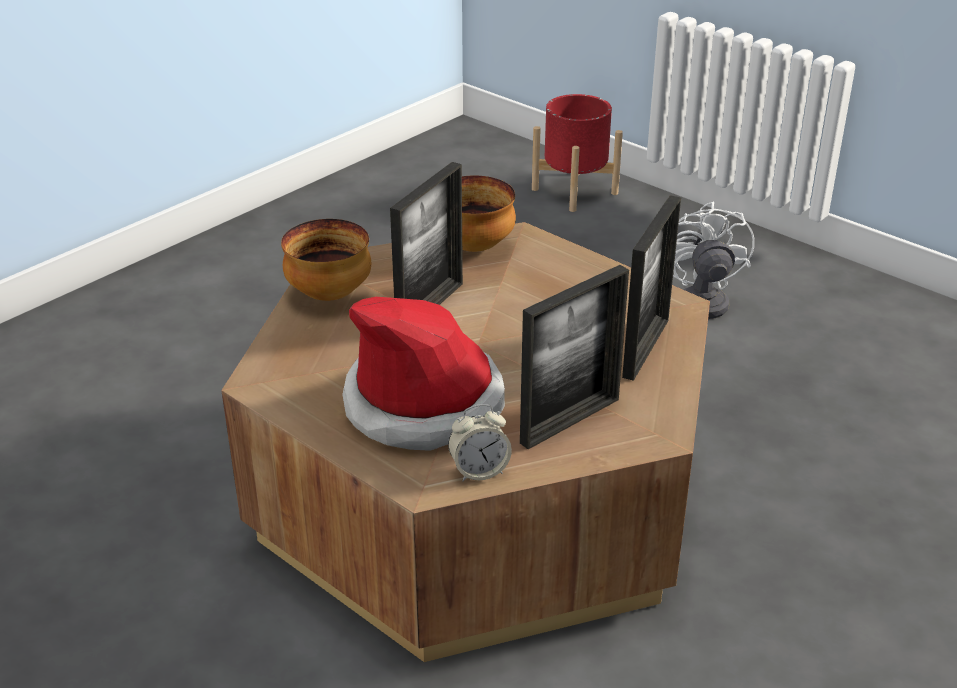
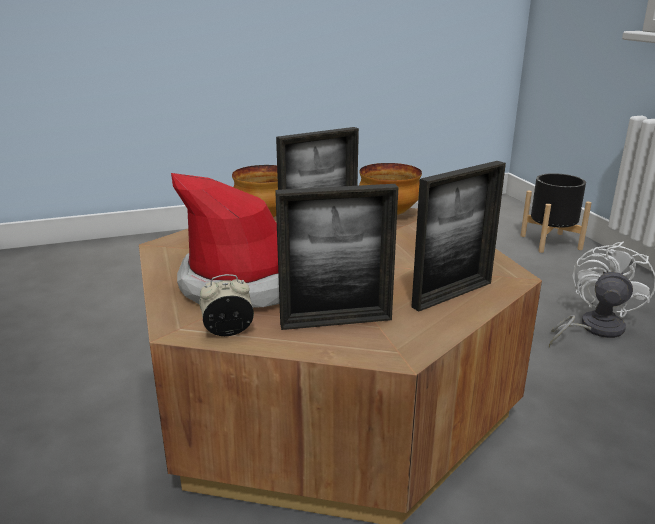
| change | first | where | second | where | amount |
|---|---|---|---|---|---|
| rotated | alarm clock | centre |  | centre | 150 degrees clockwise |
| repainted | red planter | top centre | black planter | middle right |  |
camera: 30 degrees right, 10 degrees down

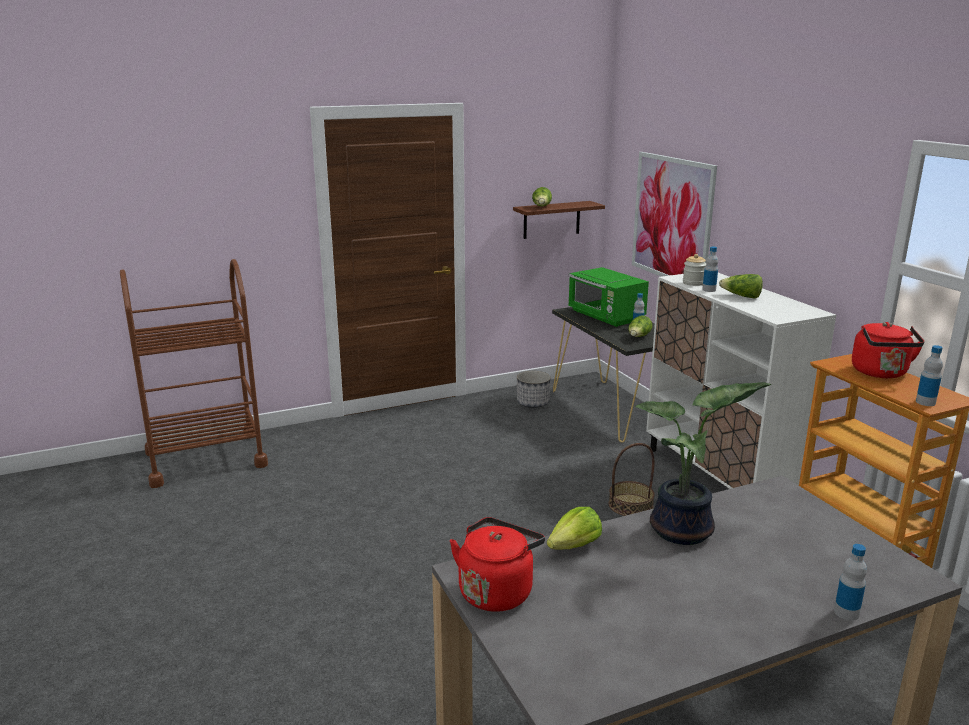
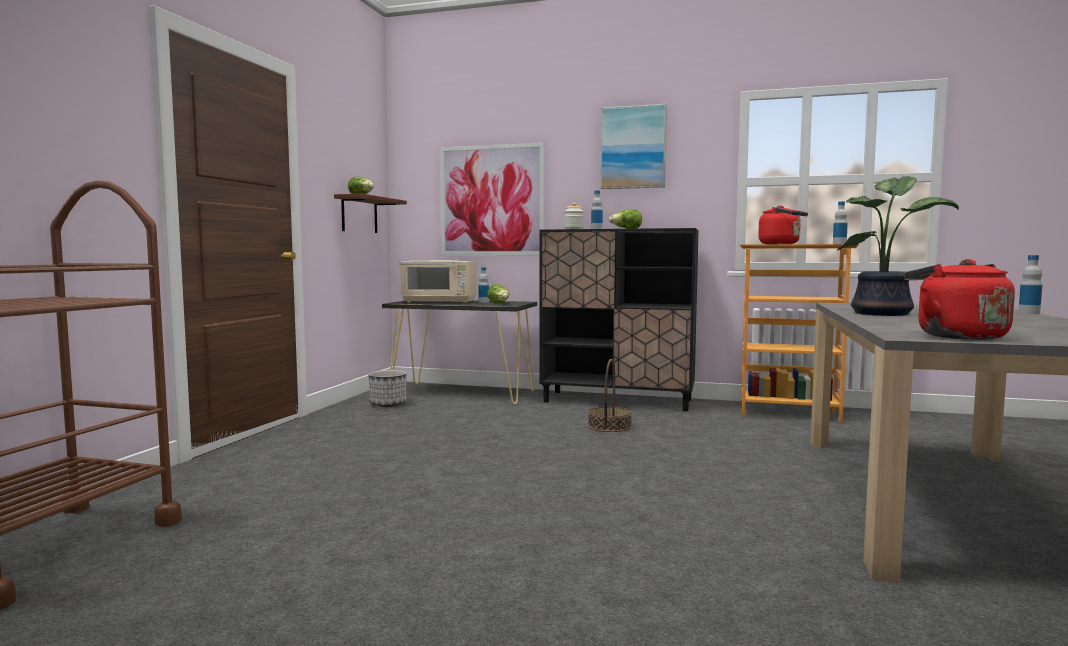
| change | first | where | second | where | amount |
|---|---|---|---|---|---|
| repainted | green microwave | centre | beige microwave | centre |  |
| repainted | white cabinet | middle right | black cabinet | centre |  |
| new |  |  | picture (no. 2 from left) | top centre |  |
| gone | lettuce (no. 2 from left) | bottom centre |  |  |  |
camera: 50 degrees left, 15 degrees down

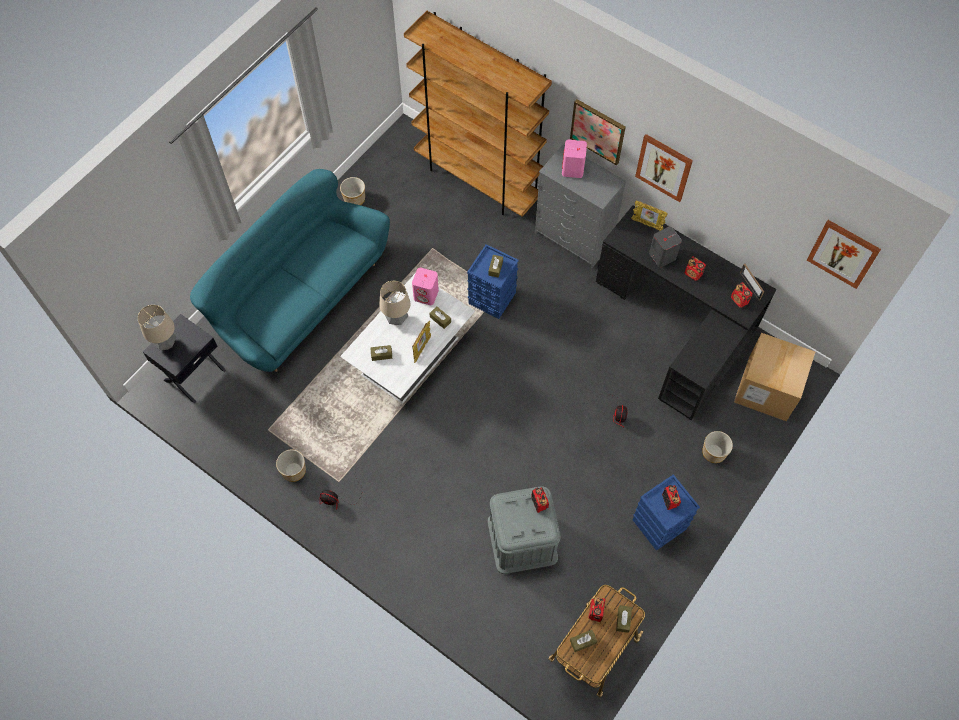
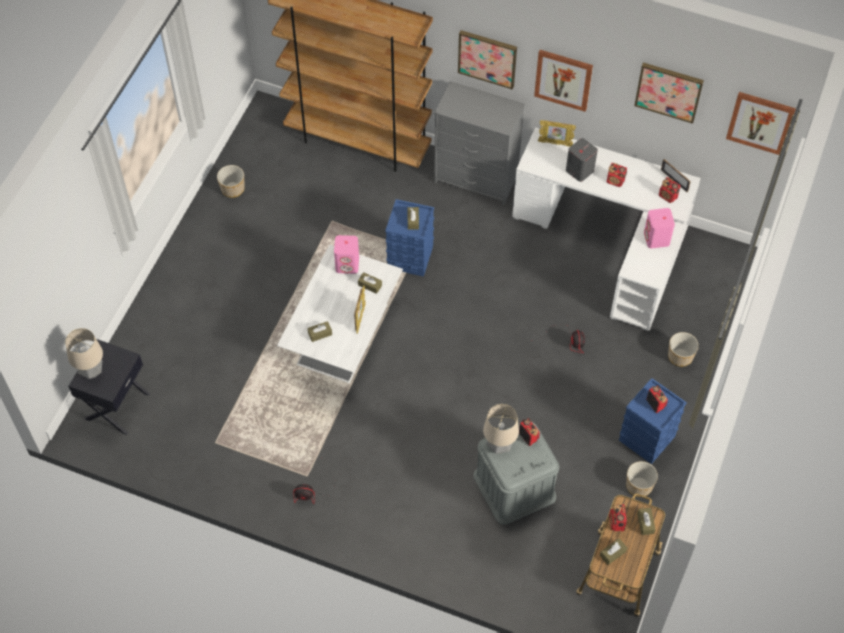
| change | first | where | second | where | amount |
|---|---|---|---|---|---|
| shifted | table lamp (no. 2 from left) | centre |  | bottom centre |  |
| repainted | black desk | middle right | white desk | middle right |  |
| shifted | planter (no. 1 from left in the first image) | middle left | planter (no. 2 from left) | bottom right |  |
| new |  |  | picture (no. 3 from left) | top right |  |
| shifted | pink speaker (no. 2 from left) | top centre |  | middle right |  |
| gone | turquoise sofa | middle left |  |  |  |
| gone | cardboard box | middle right |  |  |  |
camera: 15 degrees left, 5 degrees down

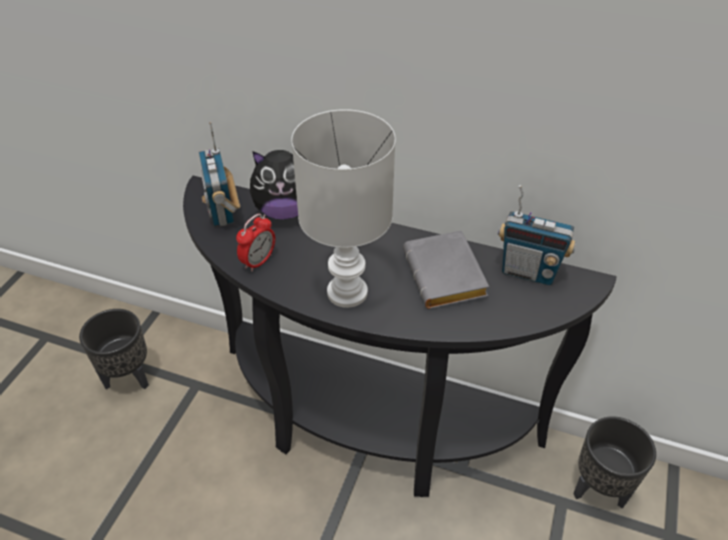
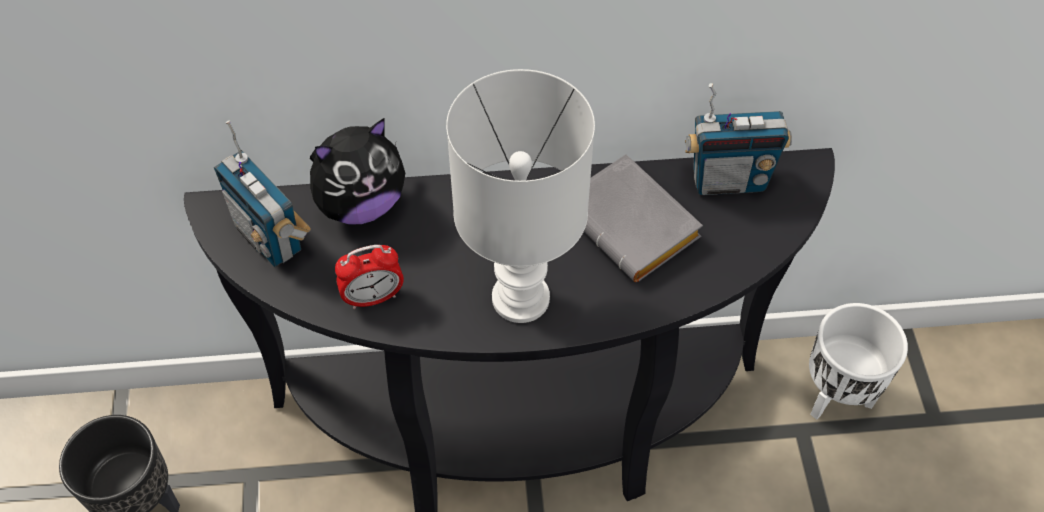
| change | first | where | second | where | amount |
|---|---|---|---|---|---|
| rotated | alarm clock | centre |  | centre | 60 degrees clockwise |
| repainted | black planter (no. 2 from left) | bottom right | white planter | bottom right |  |
camera: 25 degrees left, 10 degrees up

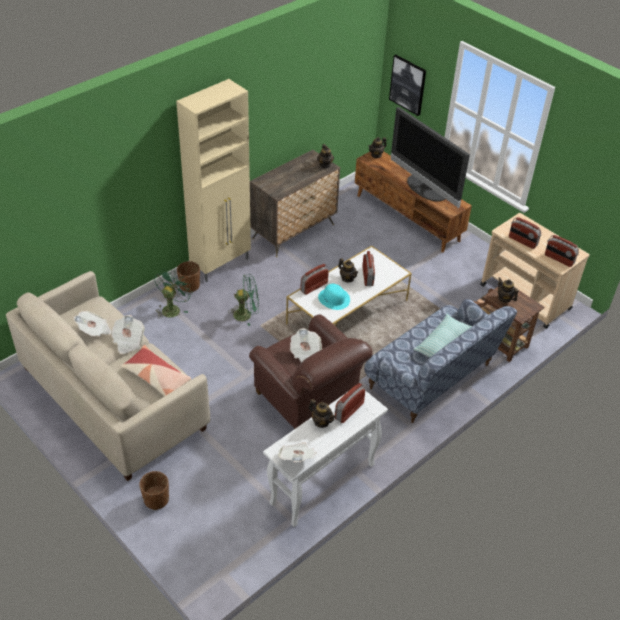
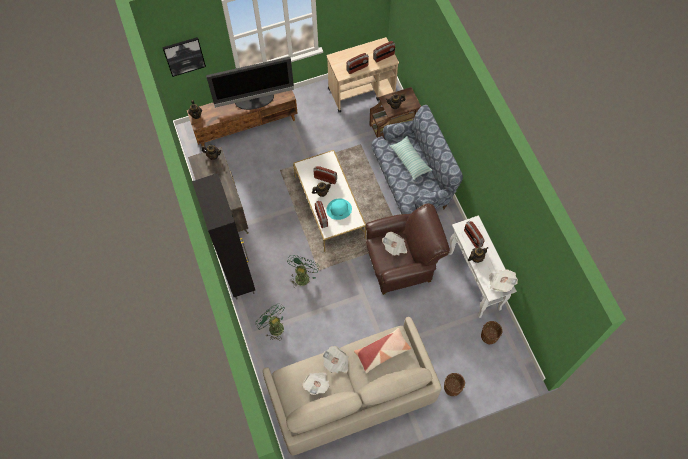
| change | first | where | second | where | amount |
|---|---|---|---|---|---|
| repainted | beige cabinet | top centre | black cabinet | middle left |  |
| shifted | brown planter (no. 2 from left) | middle left |  | bottom right |  |
camera: 65 degrees left, 20 degrees up

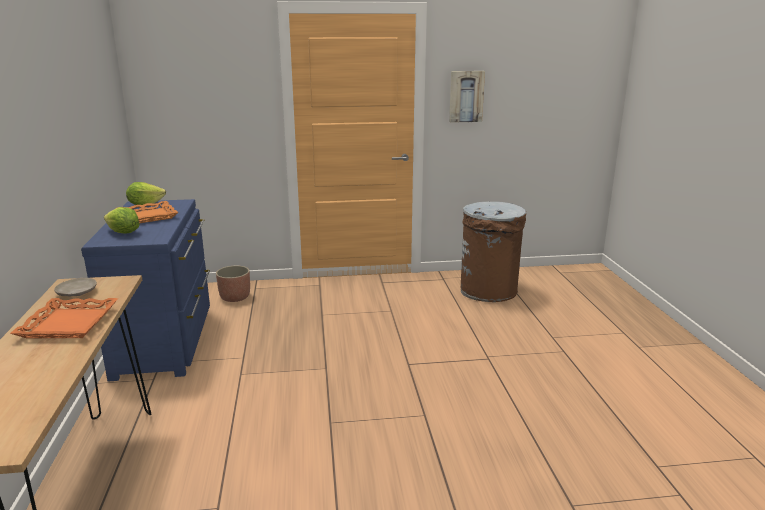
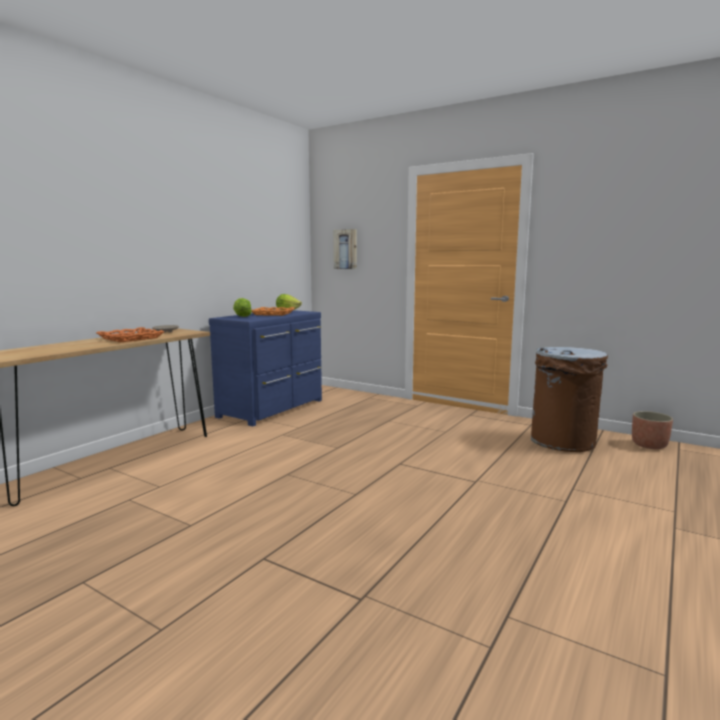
| change | first | where | second | where | amount |
|---|---|---|---|---|---|
| shifted | picture | top centre |  | centre |  |
| shifted | planter | middle left |  | middle right |  |
camera: 40 degrees right, 10 degrees down

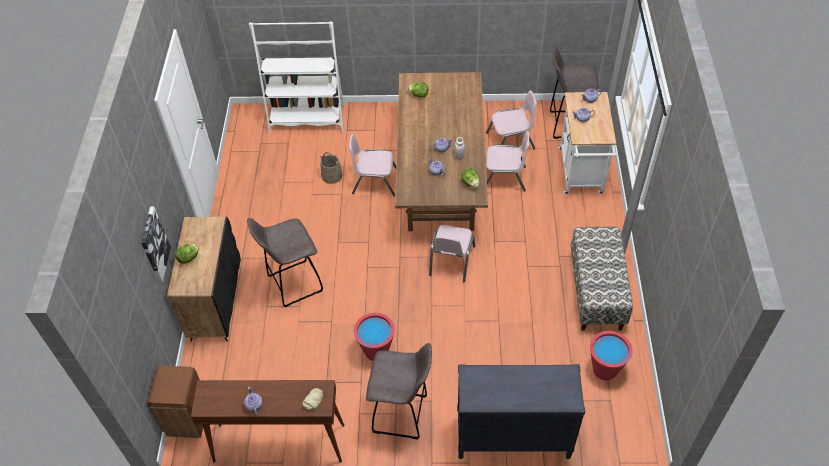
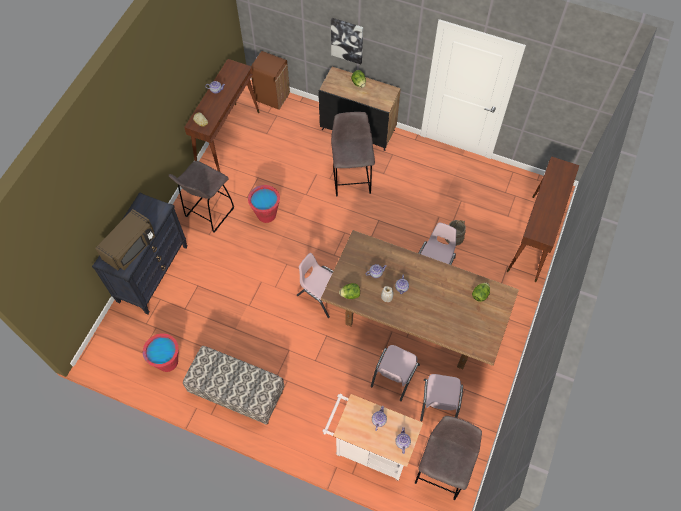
| change | first | where | second | where | amount |
|---|---|---|---|---|---|
| new |  |  | brown microwave | middle left |  |
| swapped | white bookcase | top centre | brown console table (no. 2 from left) | middle right |  |
camera: 110 degrees right, 10 degrees up

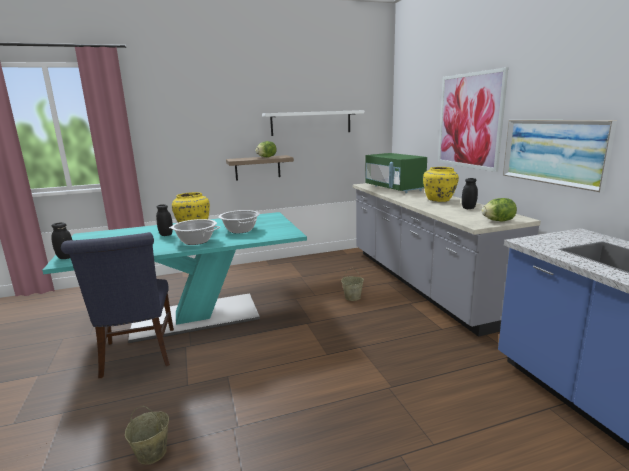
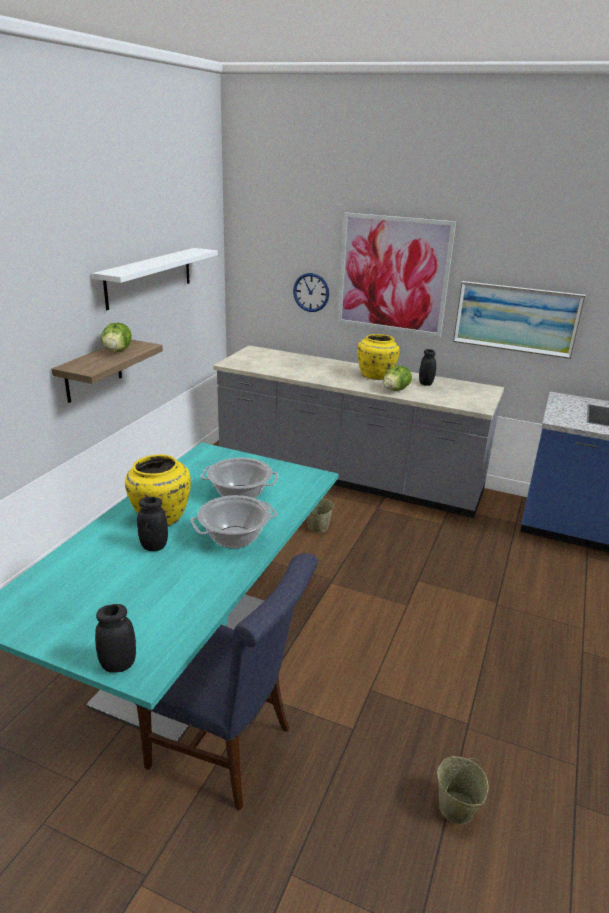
| change | first | where | second | where | amount |
|---|---|---|---|---|---|
| new |  |  | wall clock | top centre |  |
| shifted | lettuce (no. 2 from left) | middle right |  | centre |  |
| gone | green microwave | centre |  |  |  |
camera: 50 degrees left, 10 degrees up

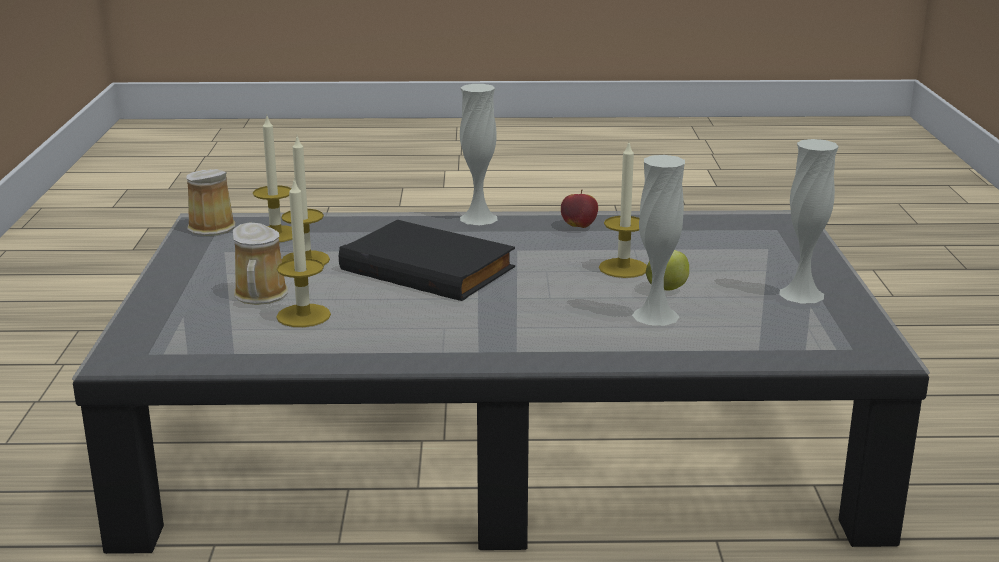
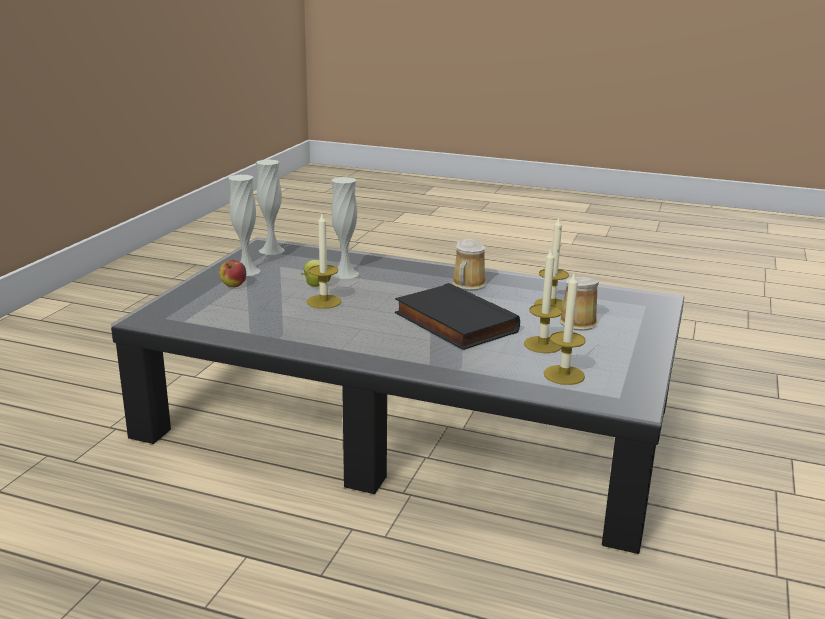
| change | first | where | second | where | amount |
|---|---|---|---|---|---|
| shifted | apple (no. 1 from left) | centre |  | middle left |  |
| shifted | white vase (no. 1 from left in the first image) | top centre | white vase (no. 2 from left) | middle left |  |
| shifted | mug (no. 1 from left) | middle left |  | centre |  |
camera: 160 degrees left, 0 degrees up

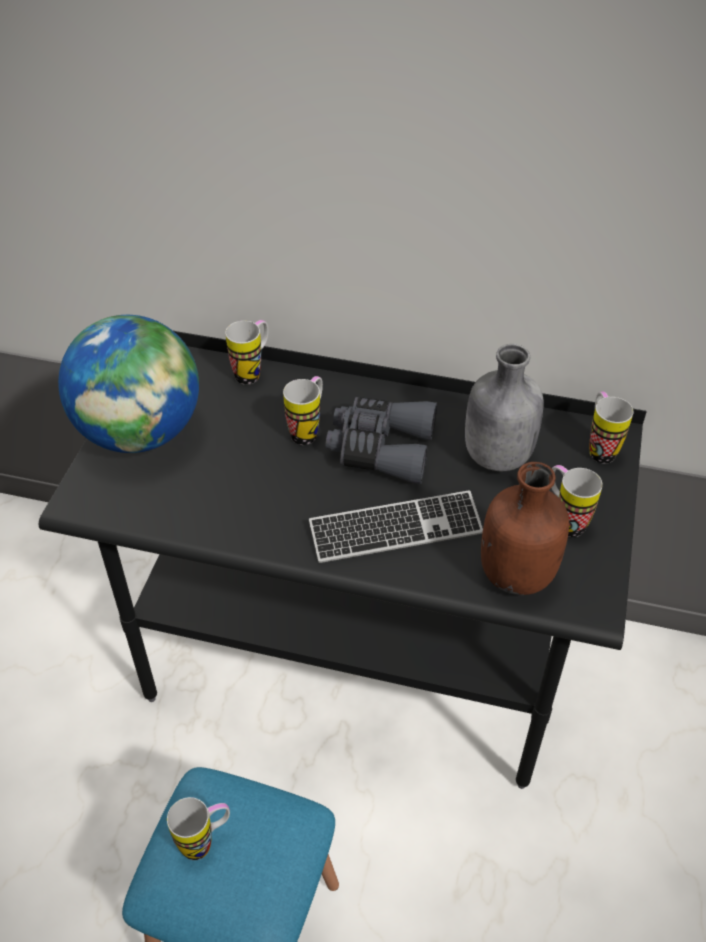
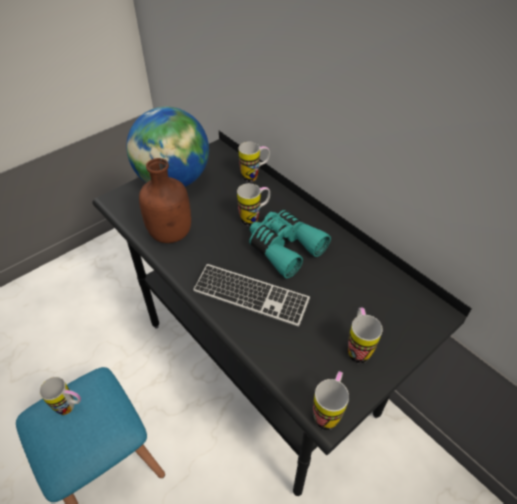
| change | first | where | second | where | amount |
|---|---|---|---|---|---|
| shifted | brown bottle | middle right |  | middle left |  |
| repainted | grey binoculars | centre | turquoise binoculars | centre |  |
| shifted | mug (no. 5 from left in the first image) | middle right | mug (no. 4 from left) | bottom centre |  |
| gone | grey bottle | middle right |  |  |  |
camera: 35 degrees right, 0 degrees up

